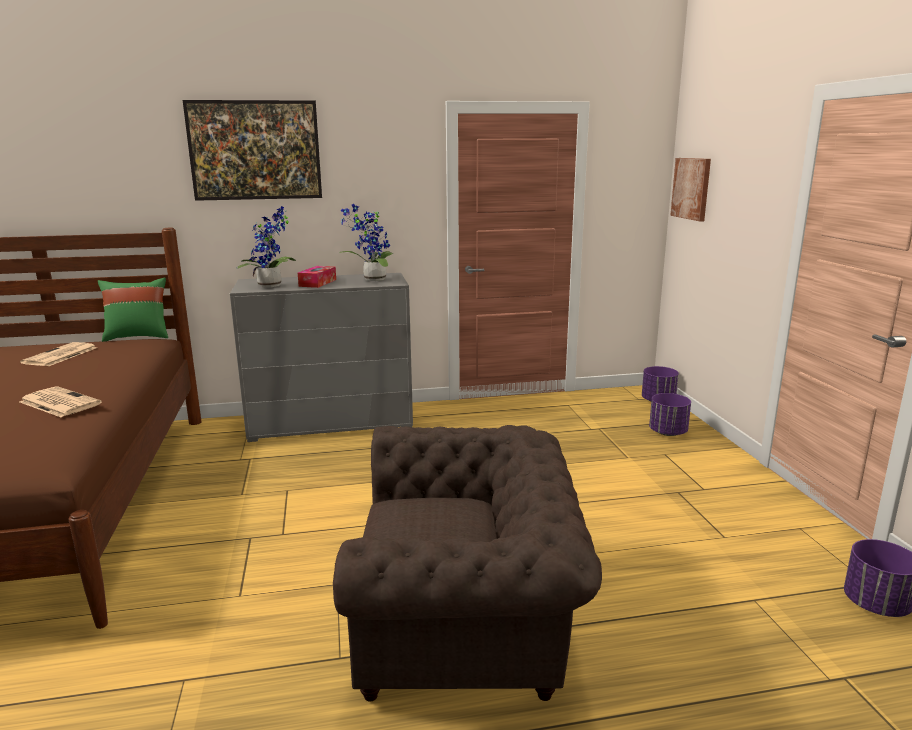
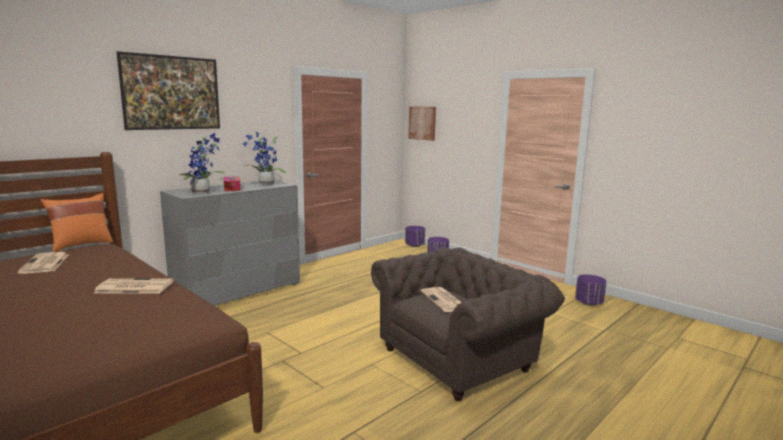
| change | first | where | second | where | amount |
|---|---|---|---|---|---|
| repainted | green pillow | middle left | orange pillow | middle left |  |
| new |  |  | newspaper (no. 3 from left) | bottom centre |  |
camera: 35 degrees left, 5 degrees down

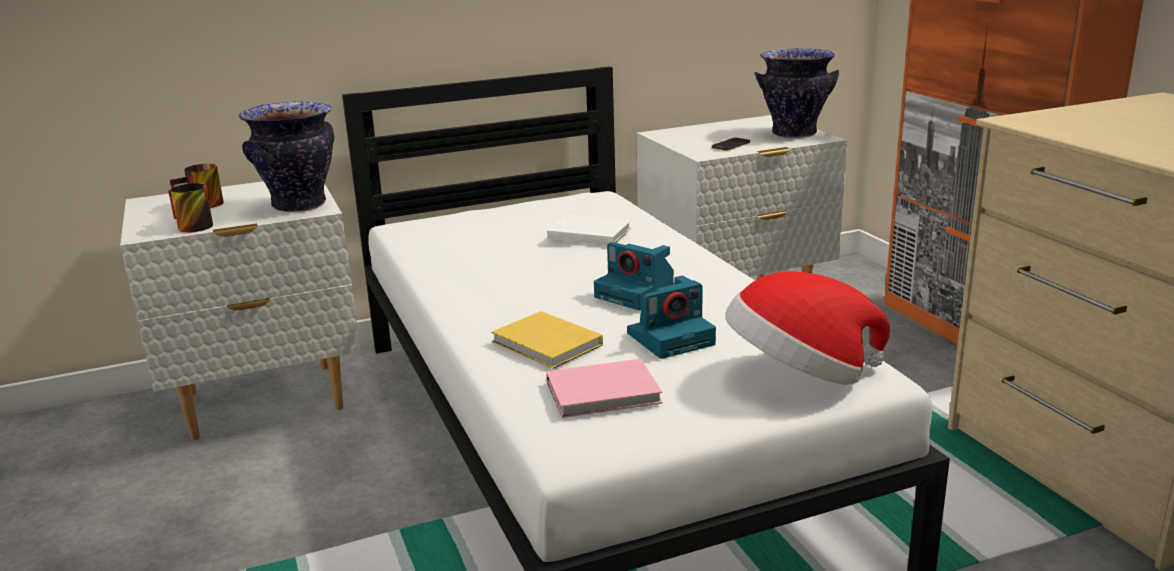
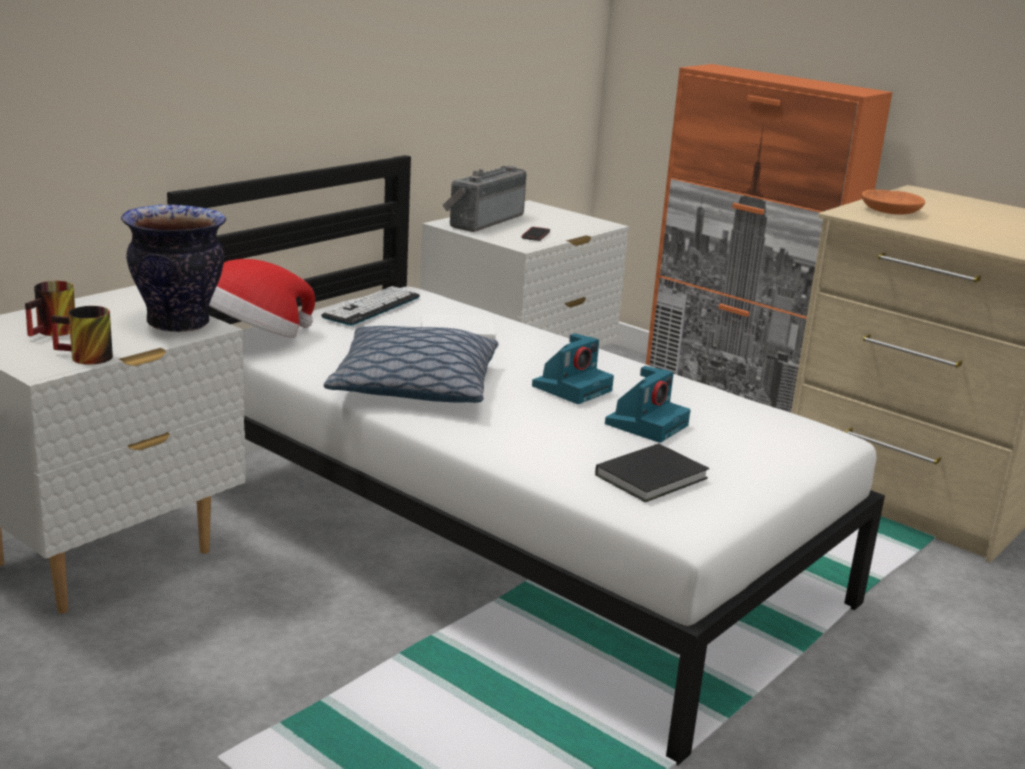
| change | first | where | second | where | amount |
|---|---|---|---|---|---|
| shifted | hat | middle right |  | middle left |  |
| new |  |  | keyboard | centre |  |
| new |  |  | pillow | centre |  |
| new |  |  | radio | top centre |  |
| rotated | photo camera (no. 1 from left) | centre |  | centre | 60 degrees counterclockwise |
| repainted | pink book | bottom centre | black book | centre |  |
| new |  |  | orange bowl | top right |  |
| gone | yellow book | centre |  |  |  |
| gone | vase (no. 2 from left) | top right |  |  |  |
camera: 30 degrees left, 0 degrees up

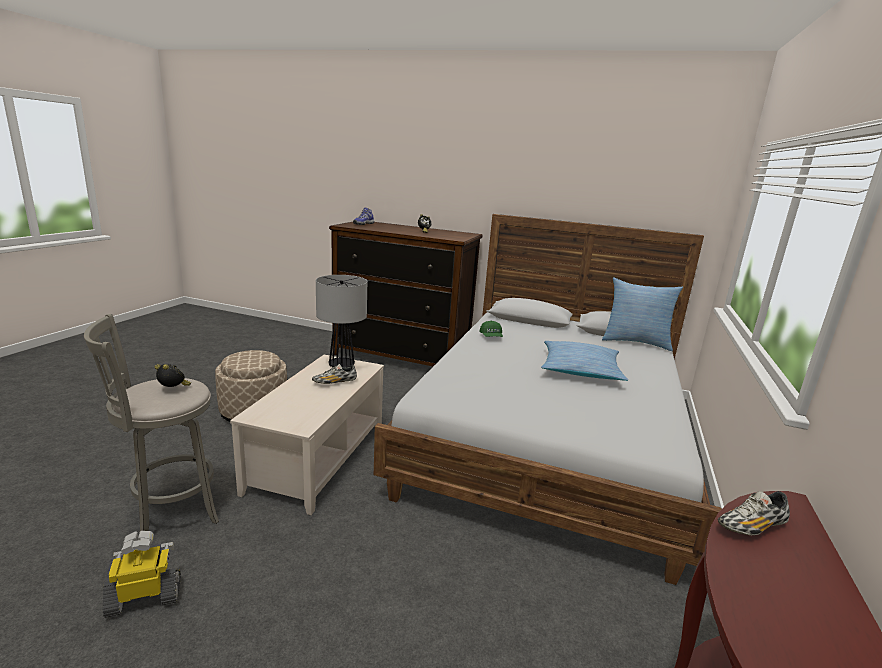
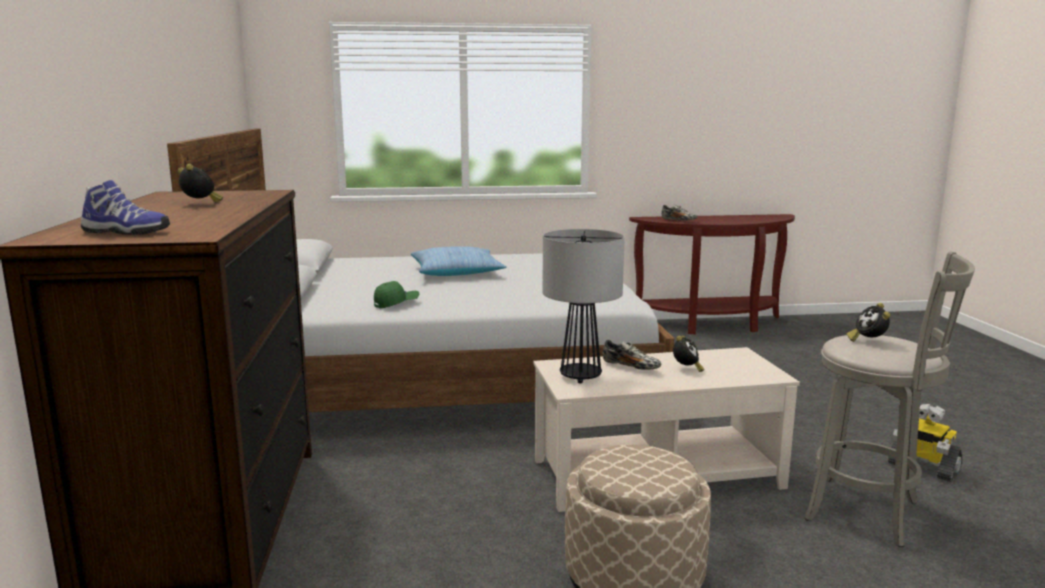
| change | first | where | second | where | amount |
|---|---|---|---|---|---|
| new |  |  | alarm clock (no. 2 from left) | centre |  |
| gone | pillow (no. 2 from left) | middle right |  |  |  |
camera: 115 degrees left, 5 degrees down

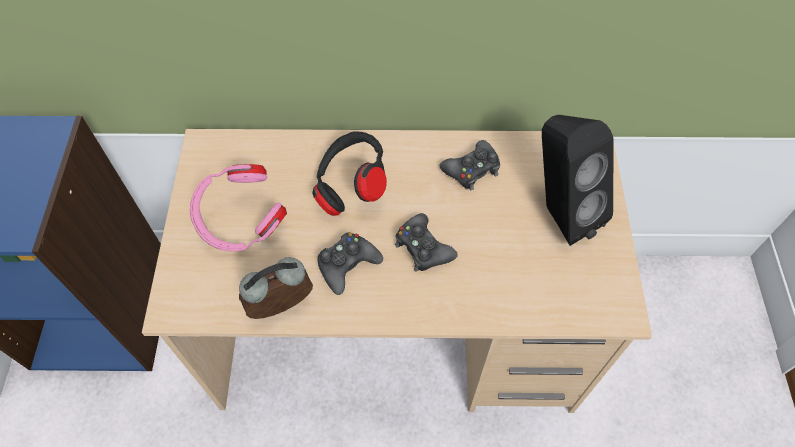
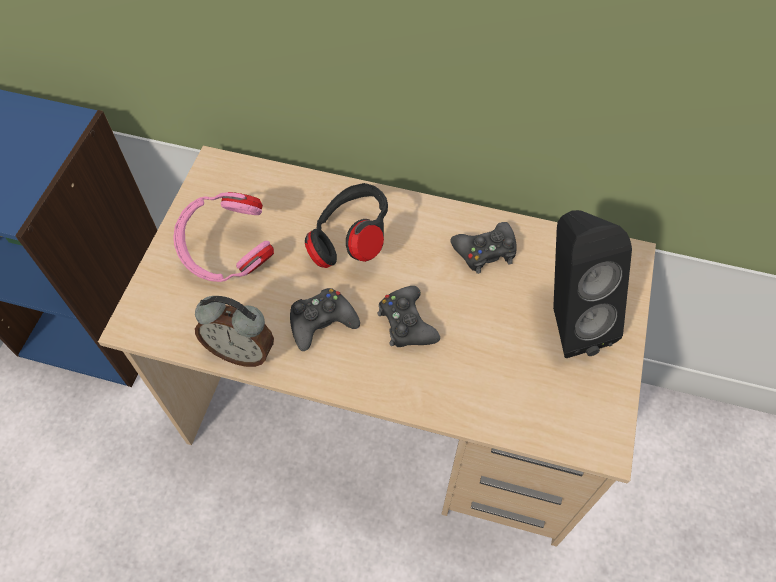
| change | first | where | second | where | amount |
|---|---|---|---|---|---|
| rotated | alarm clock | centre |  | middle left | 150 degrees counterclockwise |
camera: 15 degrees right, 0 degrees up

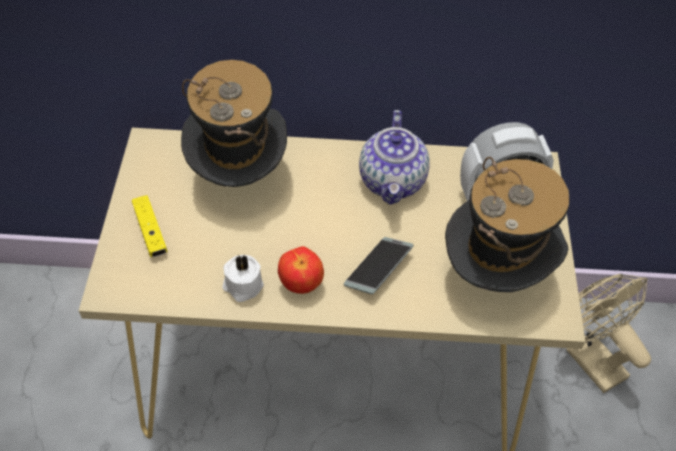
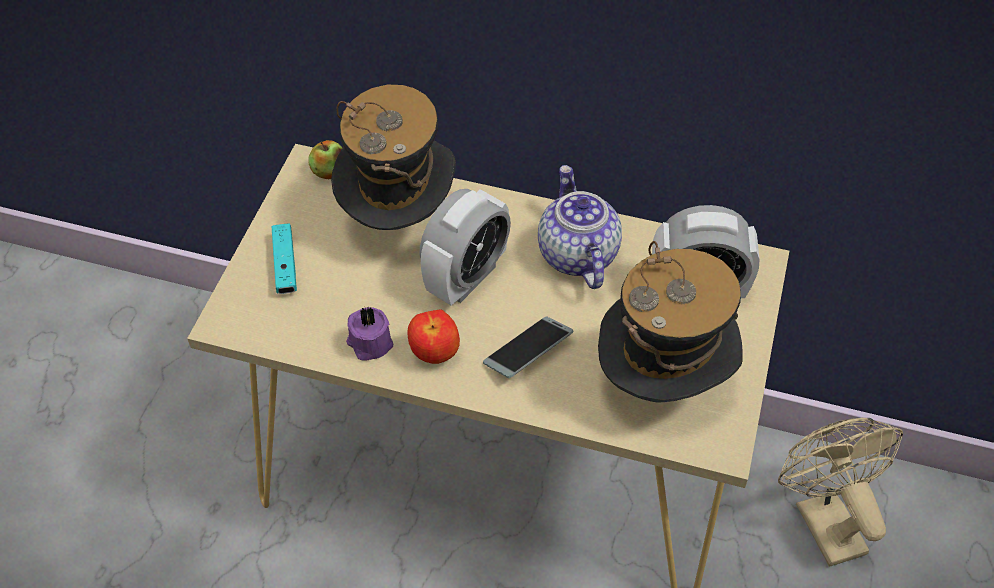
| change | first | where | second | where | amount |
|---|---|---|---|---|---|
| repainted | yellow game controller | middle left | turquoise game controller | middle left |  |
| new |  |  | apple (no. 1 from left) | top left |  |
| repainted | white candle | centre | purple candle | centre |  |
| new |  |  | alarm clock (no. 1 from left) | centre |  |
| rotated | teapot | centre |  | centre | 150 degrees clockwise |
camera: 15 degrees right, 0 degrees up

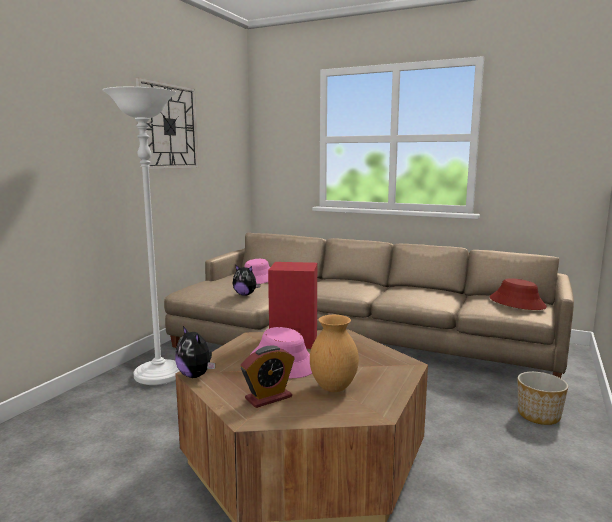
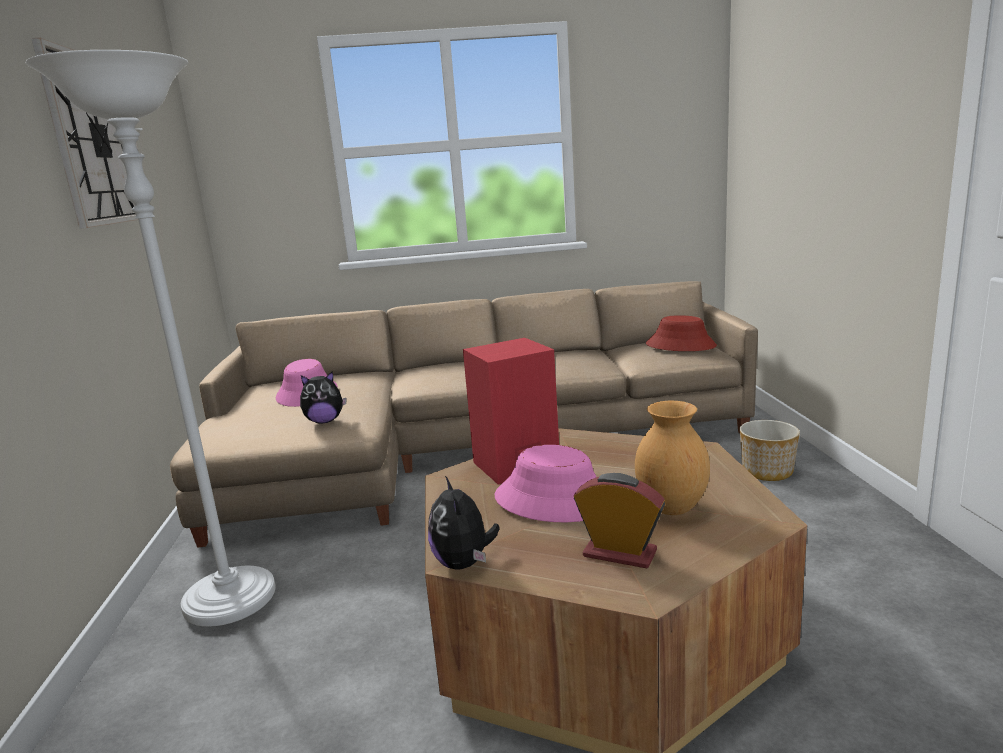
| change | first | where | second | where | amount |
|---|---|---|---|---|---|
| rotated | plush toy (no. 1 from left in the first image) | bottom left | plush toy (no. 2 from left) | bottom centre | 60 degrees clockwise |
| rotated | alarm clock | bottom centre |  | bottom centre | 90 degrees counterclockwise |
camera: 30 degrees left, 5 degrees up

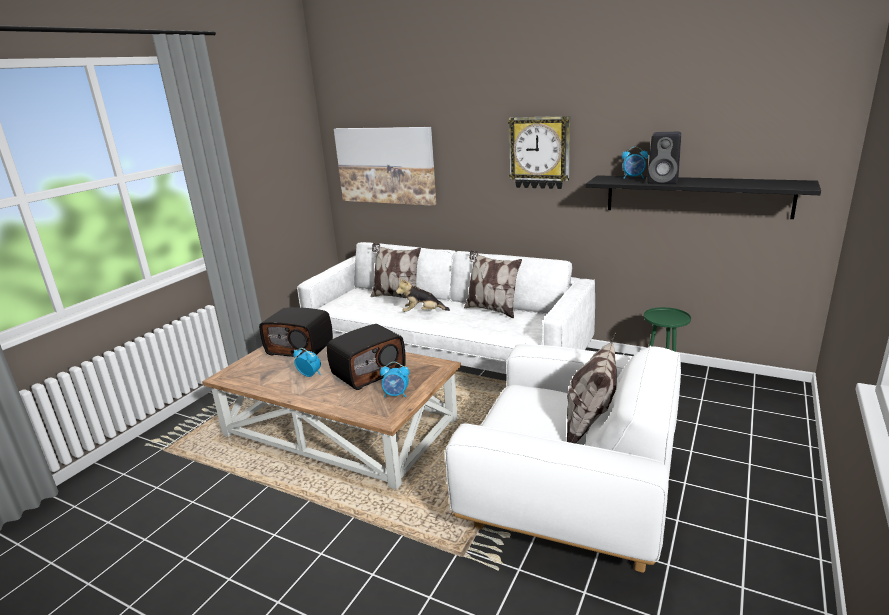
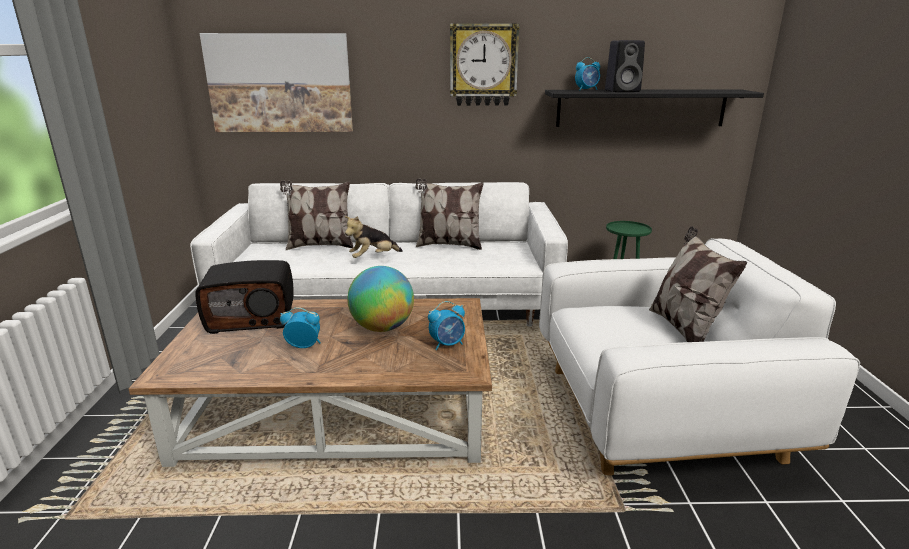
| change | first | where | second | where | amount |
|---|---|---|---|---|---|
| swapped | radio (no. 2 from left) | centre | globe | centre |  |
camera: 30 degrees left, 0 degrees up

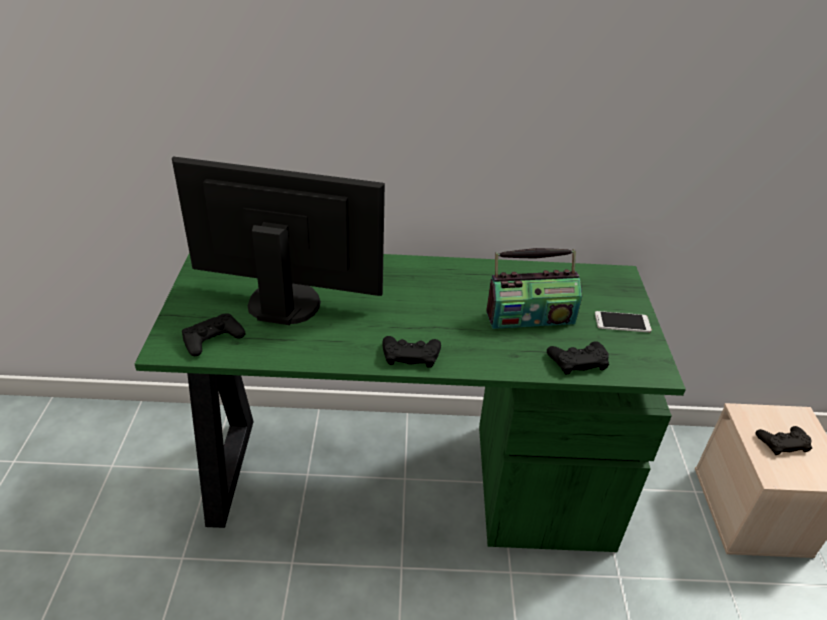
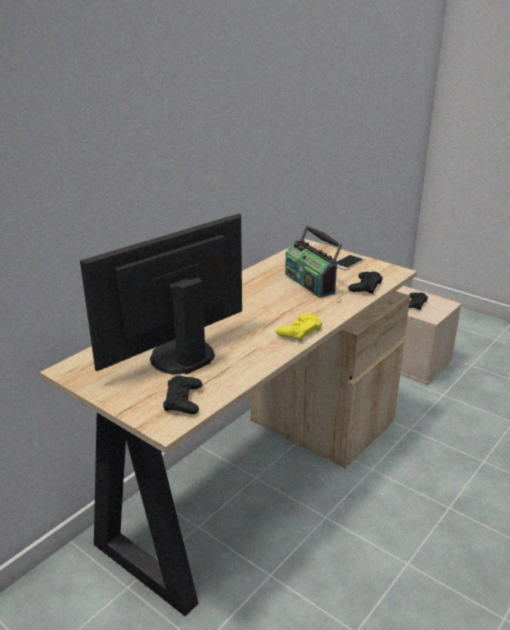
| change | first | where | second | where | amount |
|---|---|---|---|---|---|
| repainted | green desk | centre | beige desk | bottom centre |  |
| repainted | black game controller (no. 2 from left) | centre | yellow game controller | centre |  |
| rotated | radio | centre |  | centre | 120 degrees clockwise |
camera: 50 degrees left, 10 degrees down

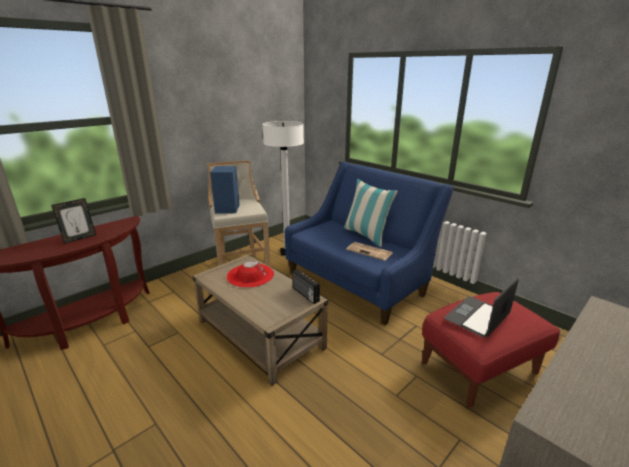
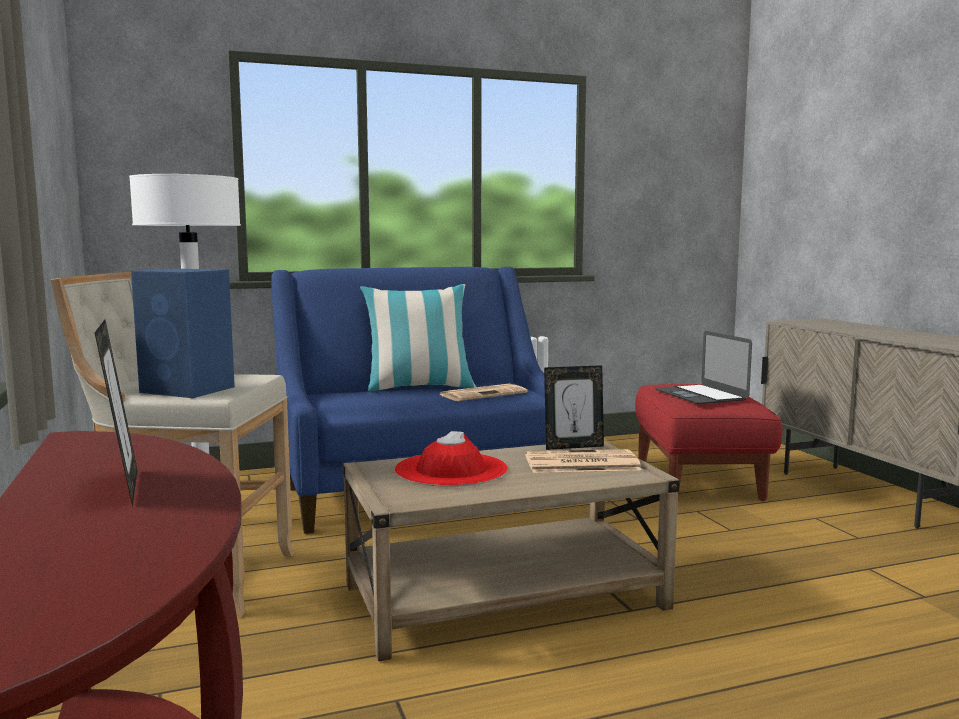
| change | first | where | second | where | amount |
|---|---|---|---|---|---|
| new |  |  | newspaper (no. 2 from left) | centre |  |
| swapped | radio | centre | picture frame (no. 2 from left) | centre |  |
camera: 65 degrees left, 15 degrees down

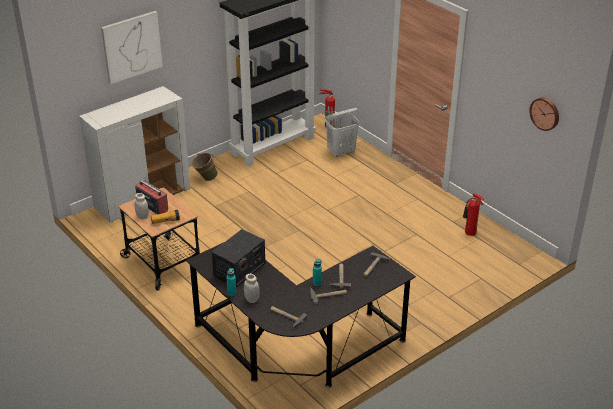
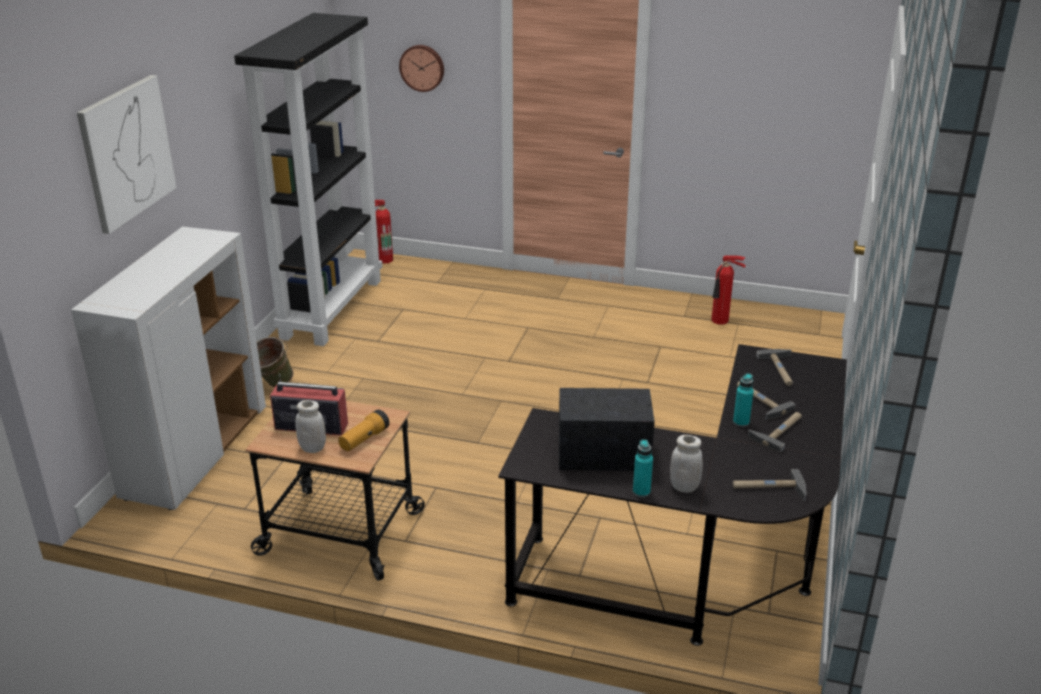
| change | first | where | second | where | amount |
|---|---|---|---|---|---|
| shifted | wall clock | top right |  | top centre |  |
| rotated | radio (no. 2 from left) | centre |  | centre | 90 degrees counterclockwise |
| gone | white laundry basket | top centre |  |  |  |
camera: 35 degrees left, 5 degrees down

